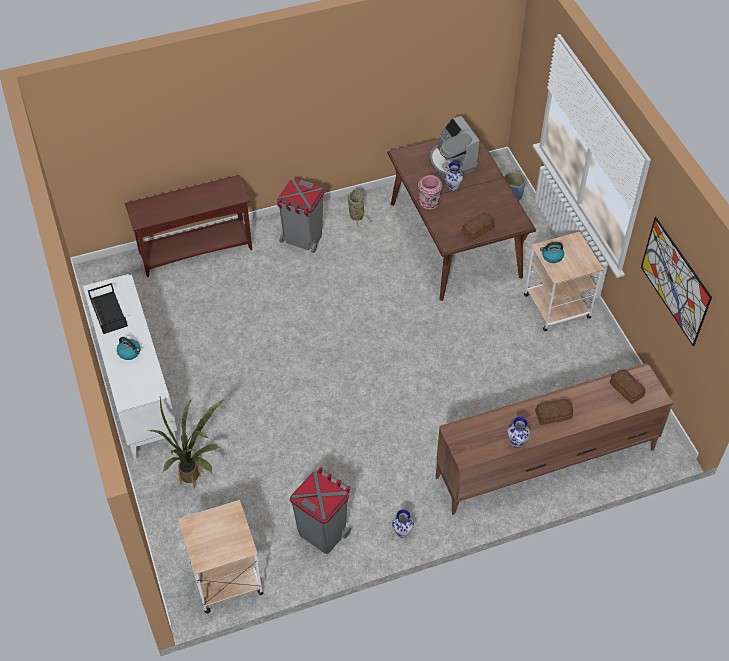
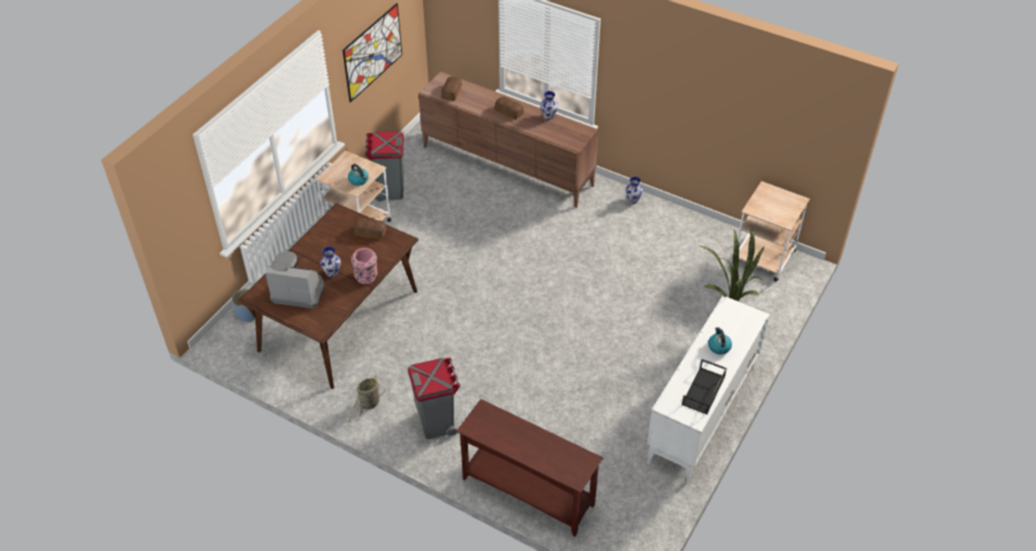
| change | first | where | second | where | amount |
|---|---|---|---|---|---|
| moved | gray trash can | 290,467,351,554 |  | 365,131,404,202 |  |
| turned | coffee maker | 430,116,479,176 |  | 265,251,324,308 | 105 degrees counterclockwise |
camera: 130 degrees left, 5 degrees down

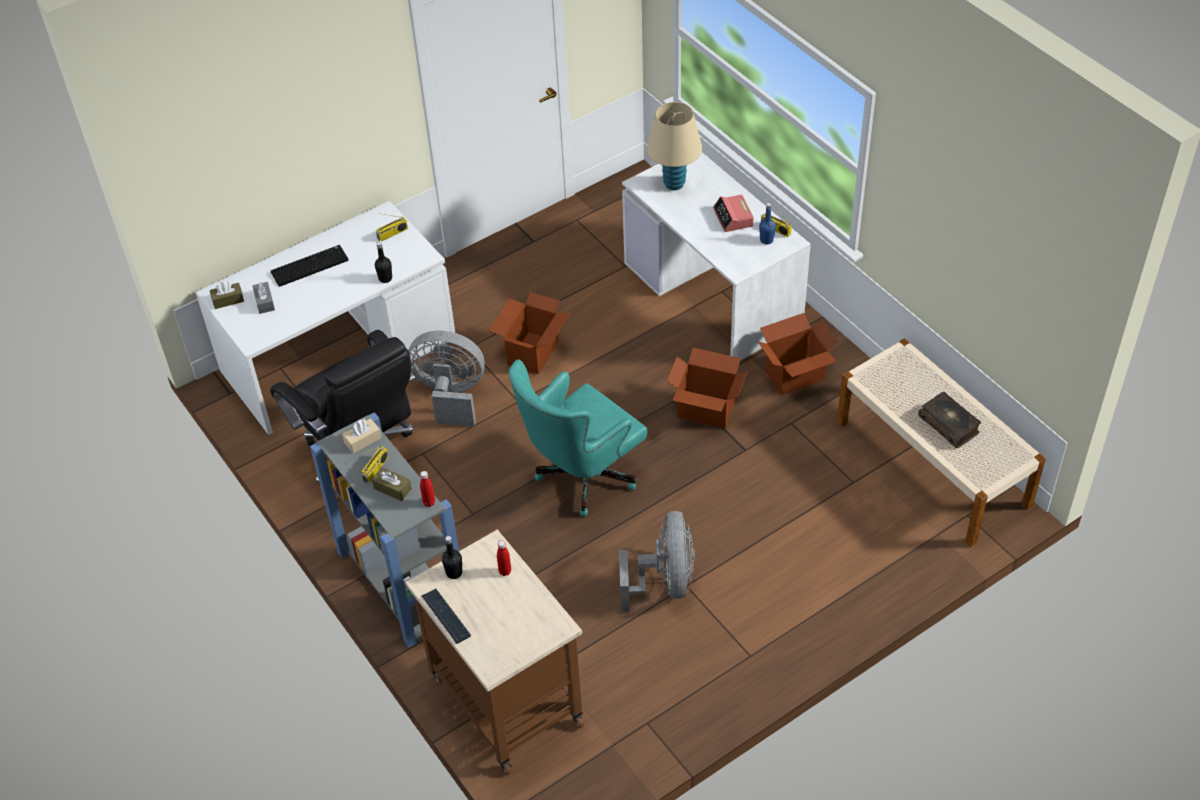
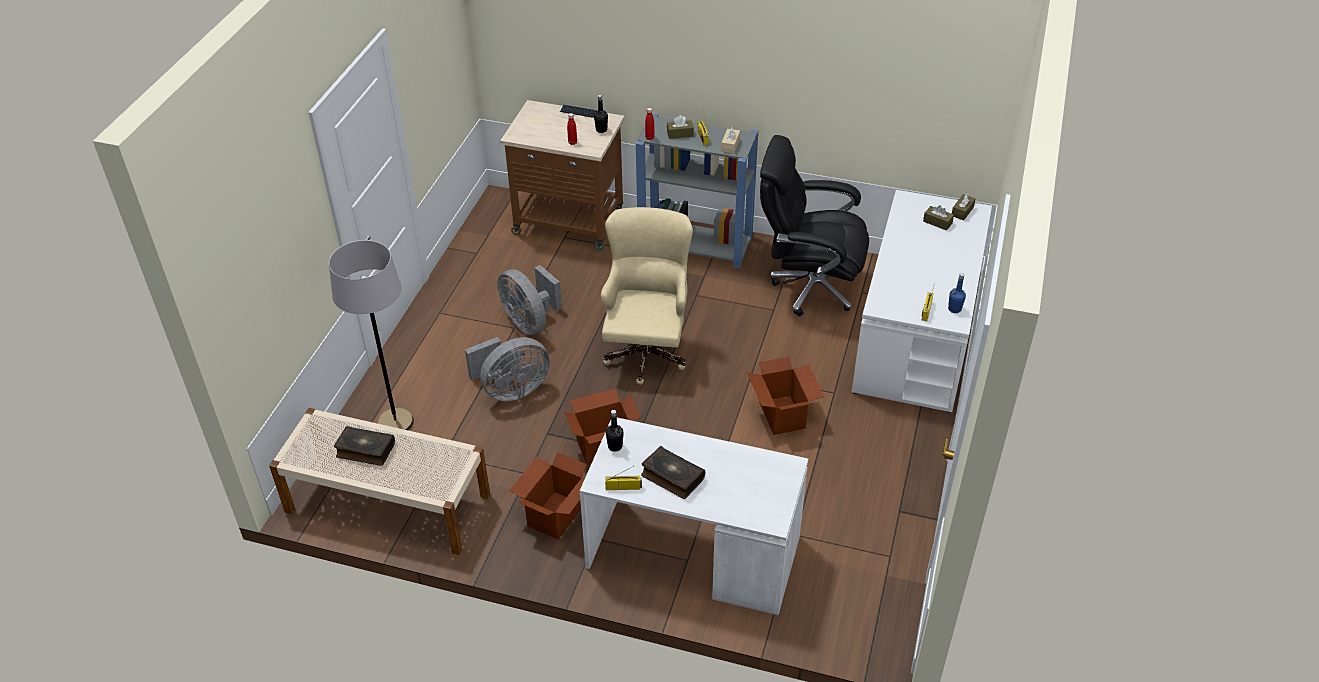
| change | first | where | second | where | amount |
|---|---|---|---|---|---|
| recoloured | gray tissue box | 252,282,275,314 | brownish tissue box | 923,205,954,231 |  |
| removed | PC keyboard | 271,245,349,287 |  |  |  |
| moved | black bottle | 375,242,392,283 |  | 606,410,624,452 |  |
| moved | gray fan | 408,331,485,427 |  | 465,337,550,401 |  |
| recoloured | turquoise desk chair | 509,360,647,517 | beige desk chair | 601,207,693,385 |  |
| removed | beige lamp for a table | 647,102,702,190 |  |  |  |
| replaced | table clock | 713,194,754,232 | bound book | 641,446,705,499 |  |
| moved | blue-coloured bottle | 759,203,776,244 |  | 948,273,966,313 |  |
| added |  |  | gray floor lamp | 329,240,414,431 |  |
camera: 140 degrees right, 5 degrees down

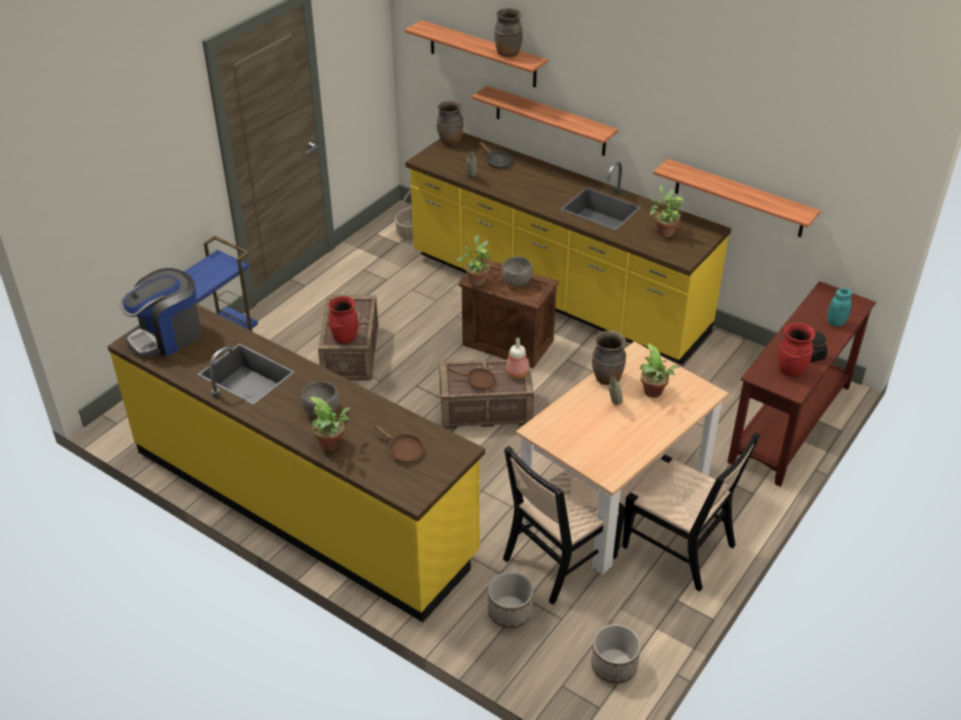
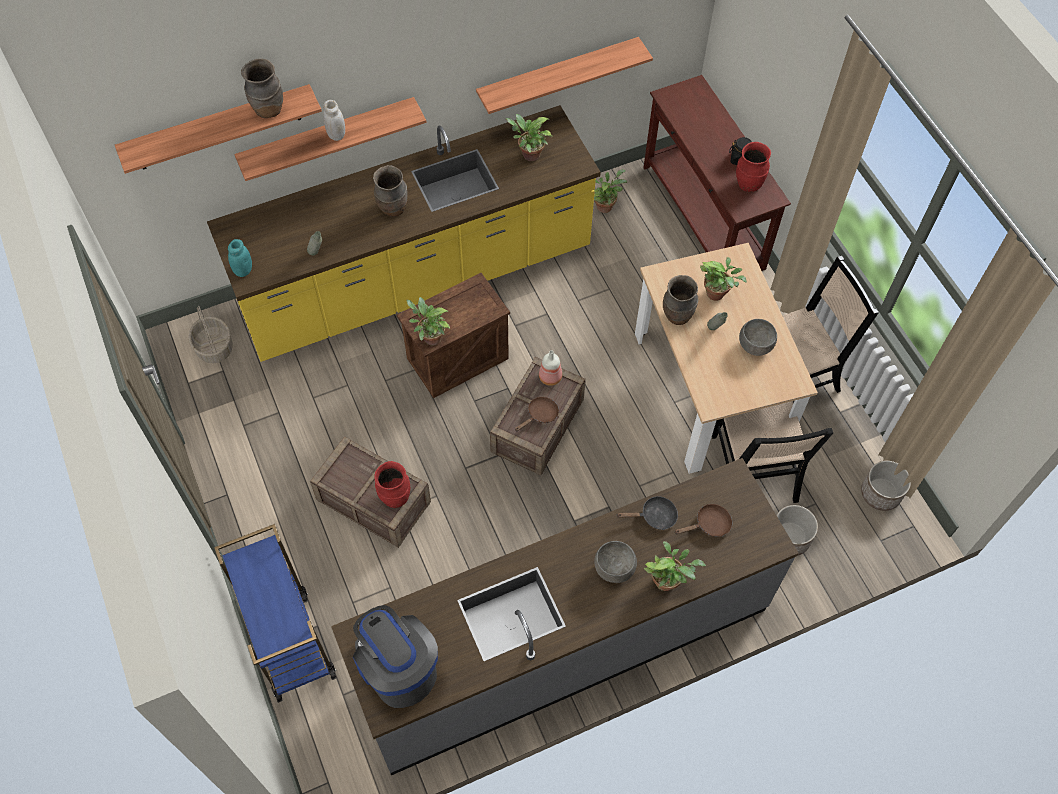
| change | first | where | second | where | amount |
|---|---|---|---|---|---|
| recoloured | yellow kitchen counter | 107,304,485,622 | gray kitchen counter | 331,458,798,775 |  |
| turned | coffee maker | 120,268,201,357 |  | 353,605,438,708 | 150 degrees clockwise |
| moved | brownish decorative vase | 437,100,463,146 |  | 373,165,408,217 |  |
| moved | black frying pan | 479,142,512,168 |  | 616,496,678,530 |  |
| moved | gray bowl | 501,257,533,286 |  | 739,319,777,356 |  |
| moved | turquoise jar | 827,289,852,326 |  | 228,239,252,277 |  |
| added |  |  | whitish jar | 323,100,345,141 |  |
| added |  |  | potted plant | 594,169,627,213 |  |
camera: 60 degrees left, 20 degrees up

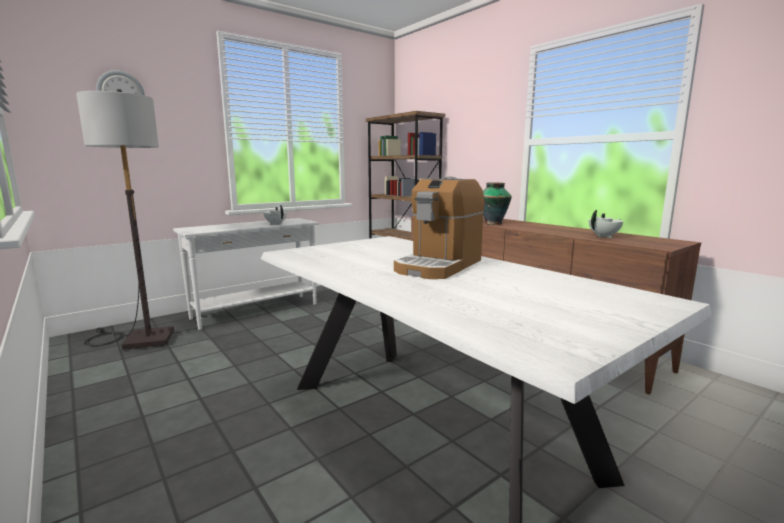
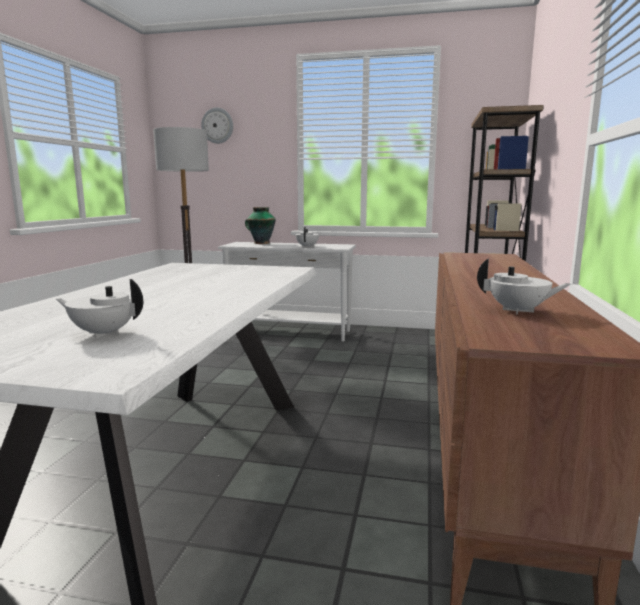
| change | first | where | second | where | amount |
|---|---|---|---|---|---|
| removed | coffee maker | 394,177,485,279 |  |  |  |
| moved | decorative vase | 483,183,512,225 |  | 245,207,276,244 |  |
| added |  |  | whitish tea pot | 56,279,143,338 |  |
camera: 50 degrees right, 0 degrees up

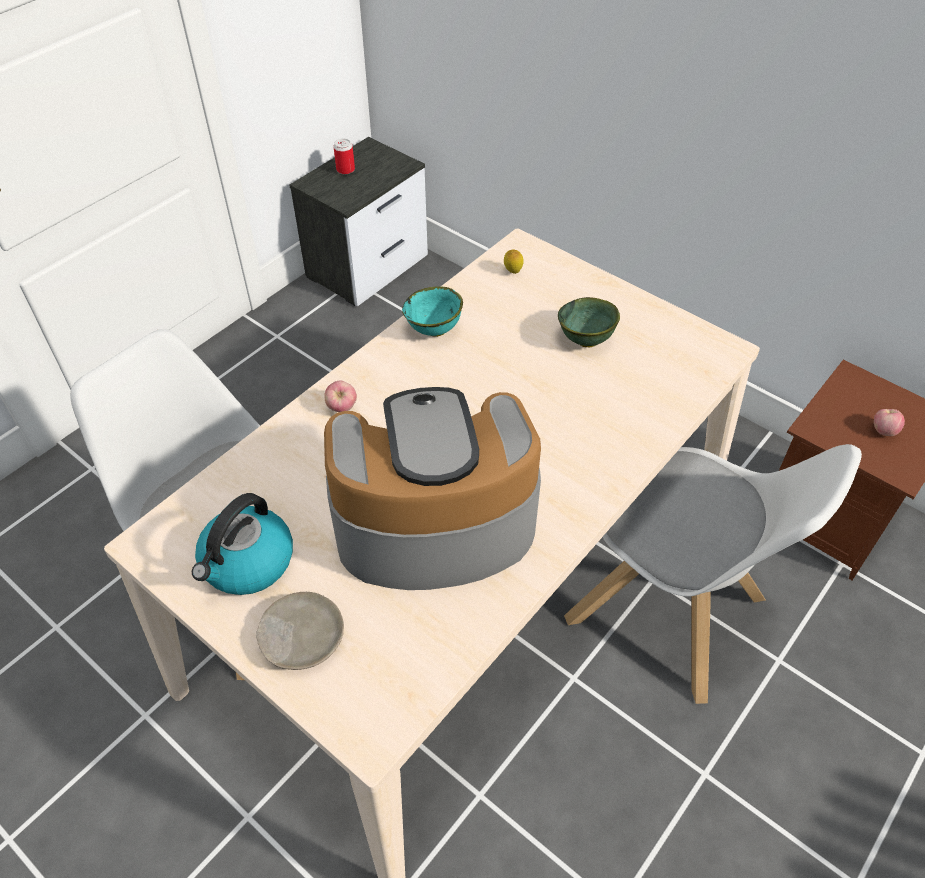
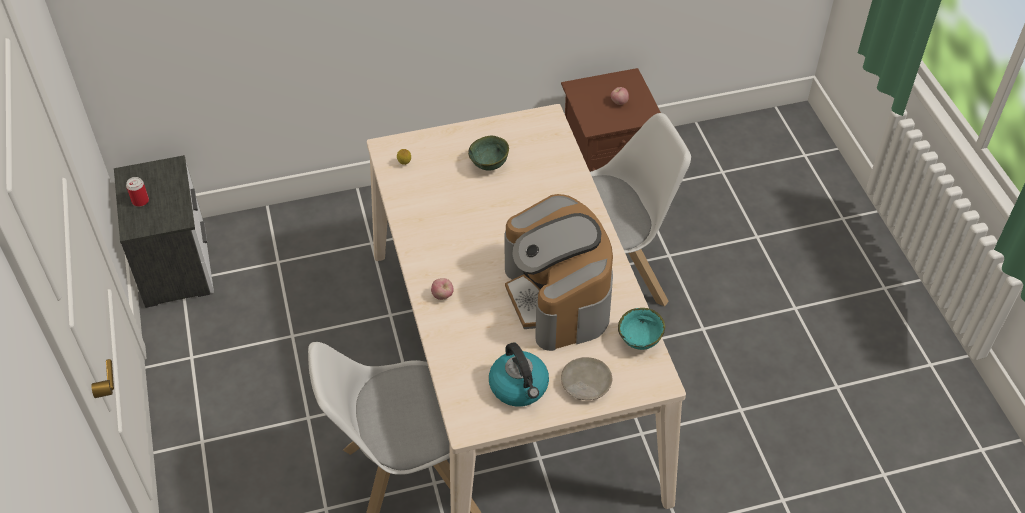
| change | first | where | second | where | amount |
|---|---|---|---|---|---|
| turned | coffee maker | 324,387,541,590 |  | 504,194,613,351 | 45 degrees counterclockwise |
| moved | turquoise bowl | 402,286,463,337 |  | 618,308,665,350 |  |
camera: 55 degrees left, 0 degrees up

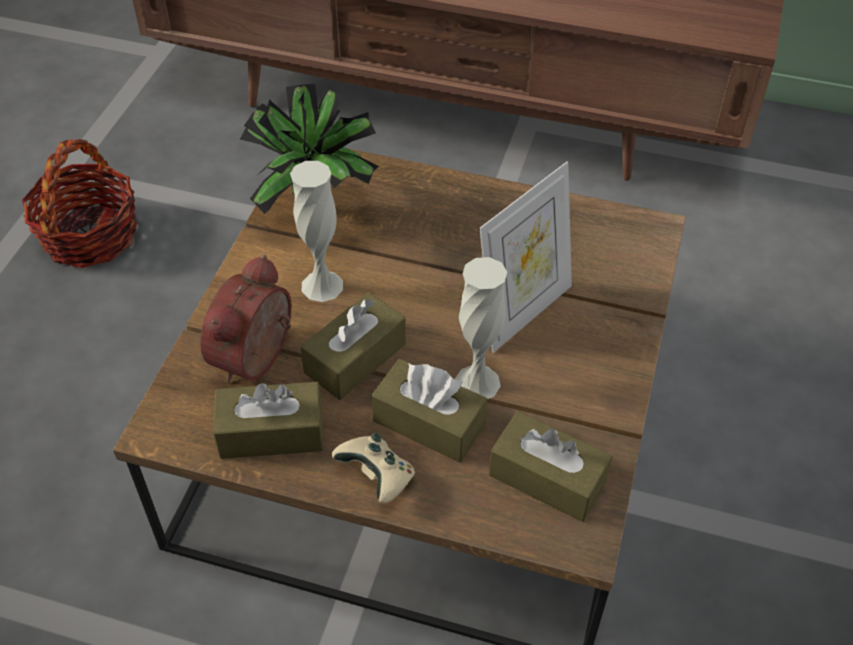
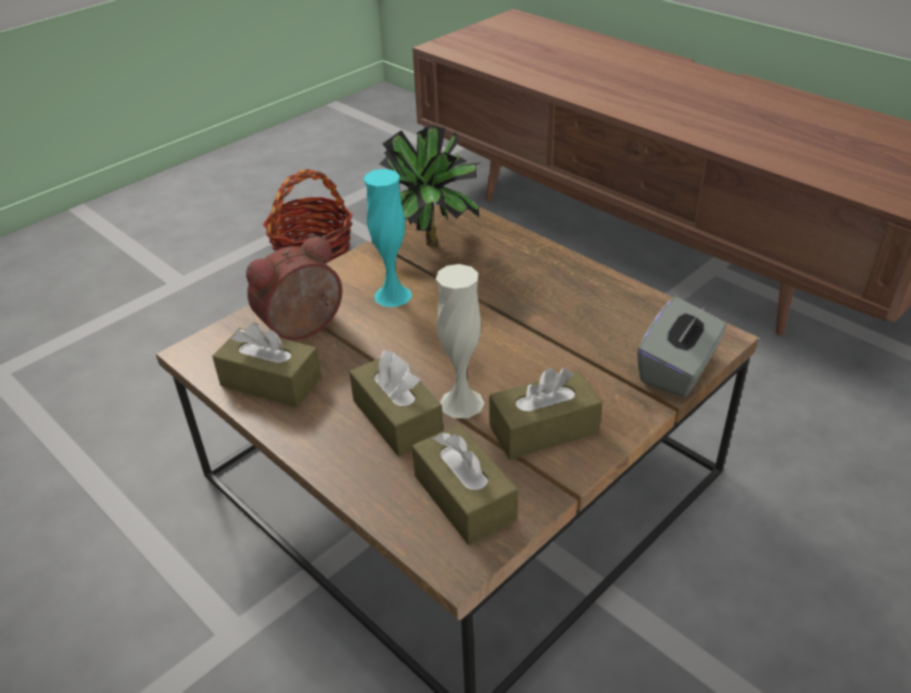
| change | first | where | second | where | amount |
|---|---|---|---|---|---|
| recoloured | whitish decorative vase | 290,161,343,302 | turquoise decorative vase | 363,169,412,307 |  |
| moved | brownish tissue box | 300,292,406,400 |  | 489,367,603,460 |  |
| removed | beige gamepad | 332,433,415,503 |  |  |  |
| removed | standing frame | 480,161,572,353 |  |  |  |
| added |  |  | gray tissue box | 637,297,727,397 |  |
camera: 30 degrees right, 10 degrees down

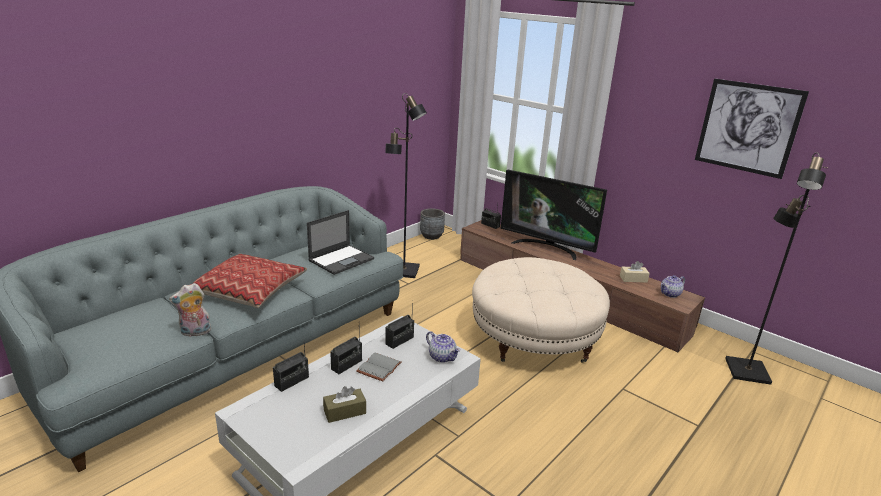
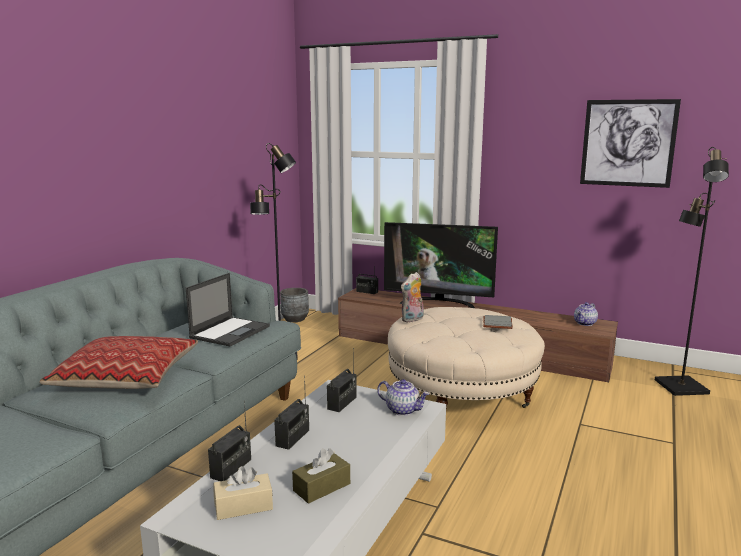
| change | first | where | second | where | amount |
|---|---|---|---|---|---|
| moved | cuddly toy | 169,283,211,337 |  | 401,272,424,322 |  |
| moved | gray bound book | 356,353,402,381 |  | 483,315,513,329 |  |
| moved | beige tissue box | 620,261,650,283 |  | 214,466,273,520 |  |
camera: 15 degrees left, 10 degrees down

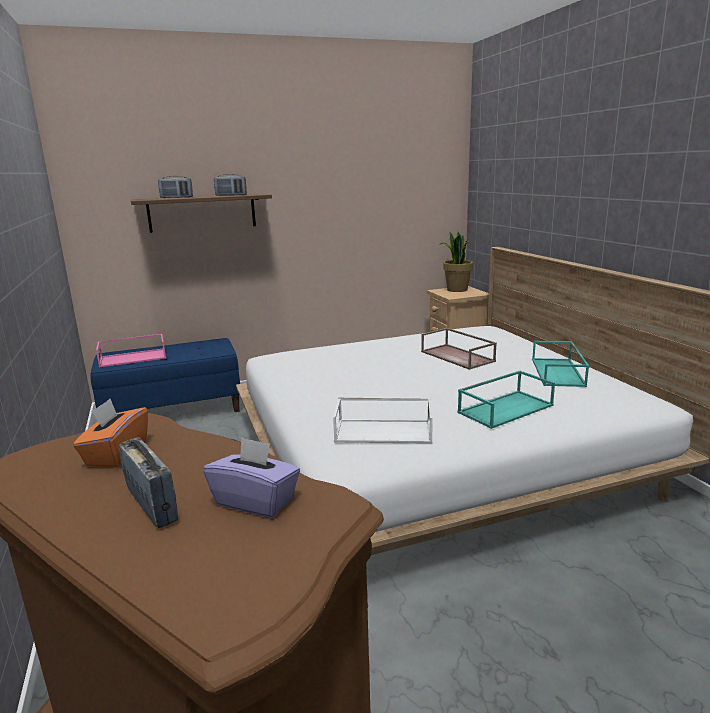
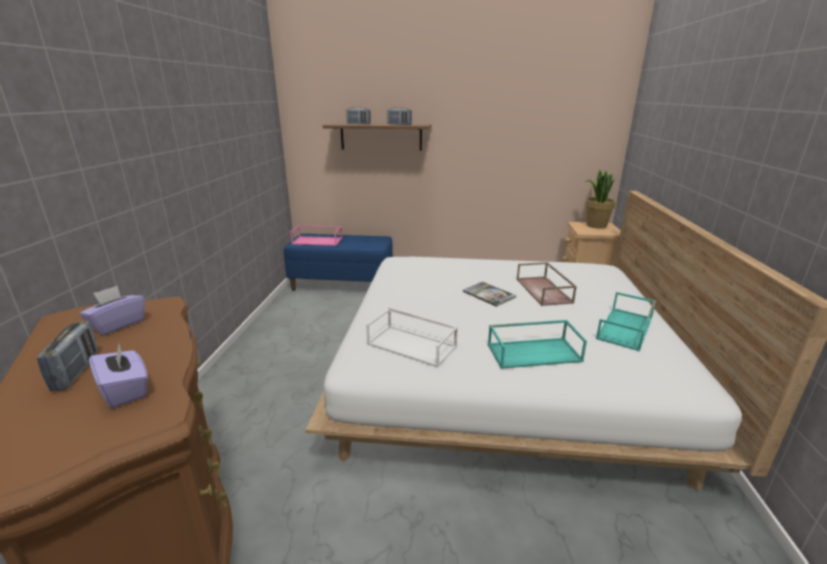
| change | first | where | second | where | amount |
|---|---|---|---|---|---|
| recoloured | orange tissue box | 73,399,148,468 | purple-coloured tissue box | 79,286,145,336 |  |
| added |  |  | bound book | 463,282,516,307 |  |
camera: 25 degrees right, 5 degrees up

